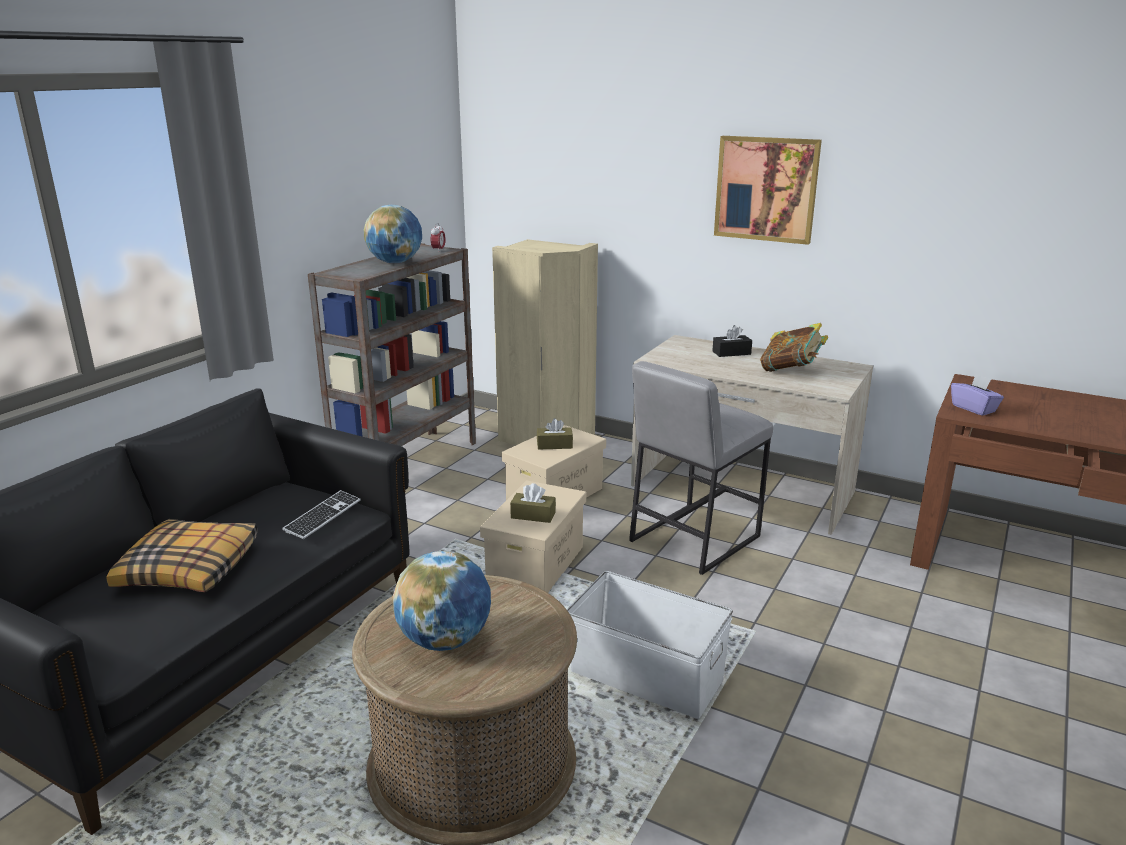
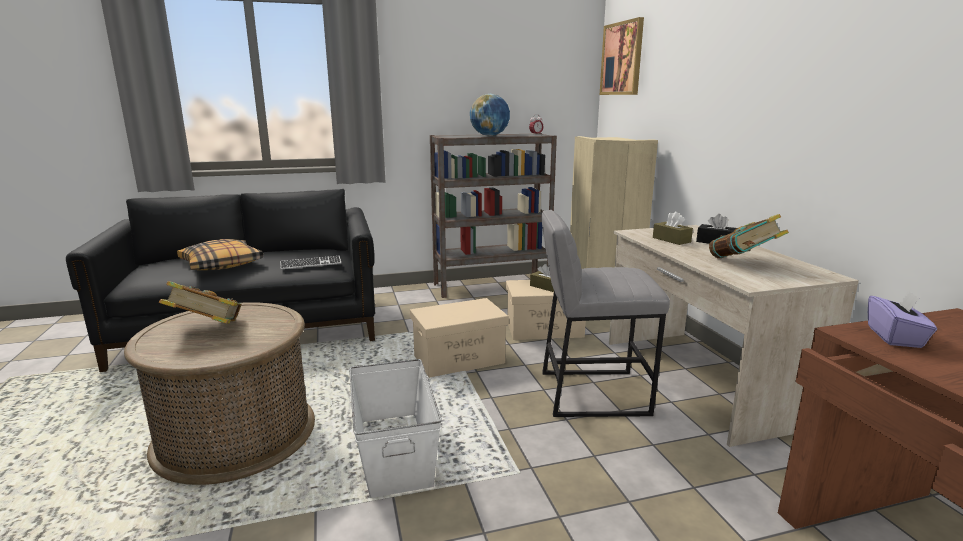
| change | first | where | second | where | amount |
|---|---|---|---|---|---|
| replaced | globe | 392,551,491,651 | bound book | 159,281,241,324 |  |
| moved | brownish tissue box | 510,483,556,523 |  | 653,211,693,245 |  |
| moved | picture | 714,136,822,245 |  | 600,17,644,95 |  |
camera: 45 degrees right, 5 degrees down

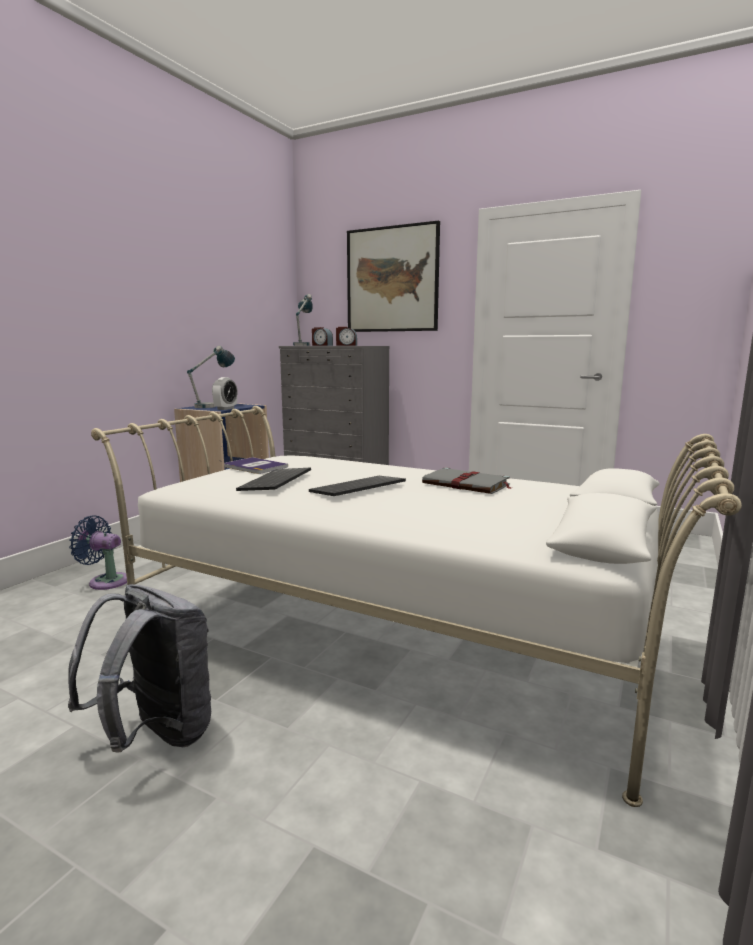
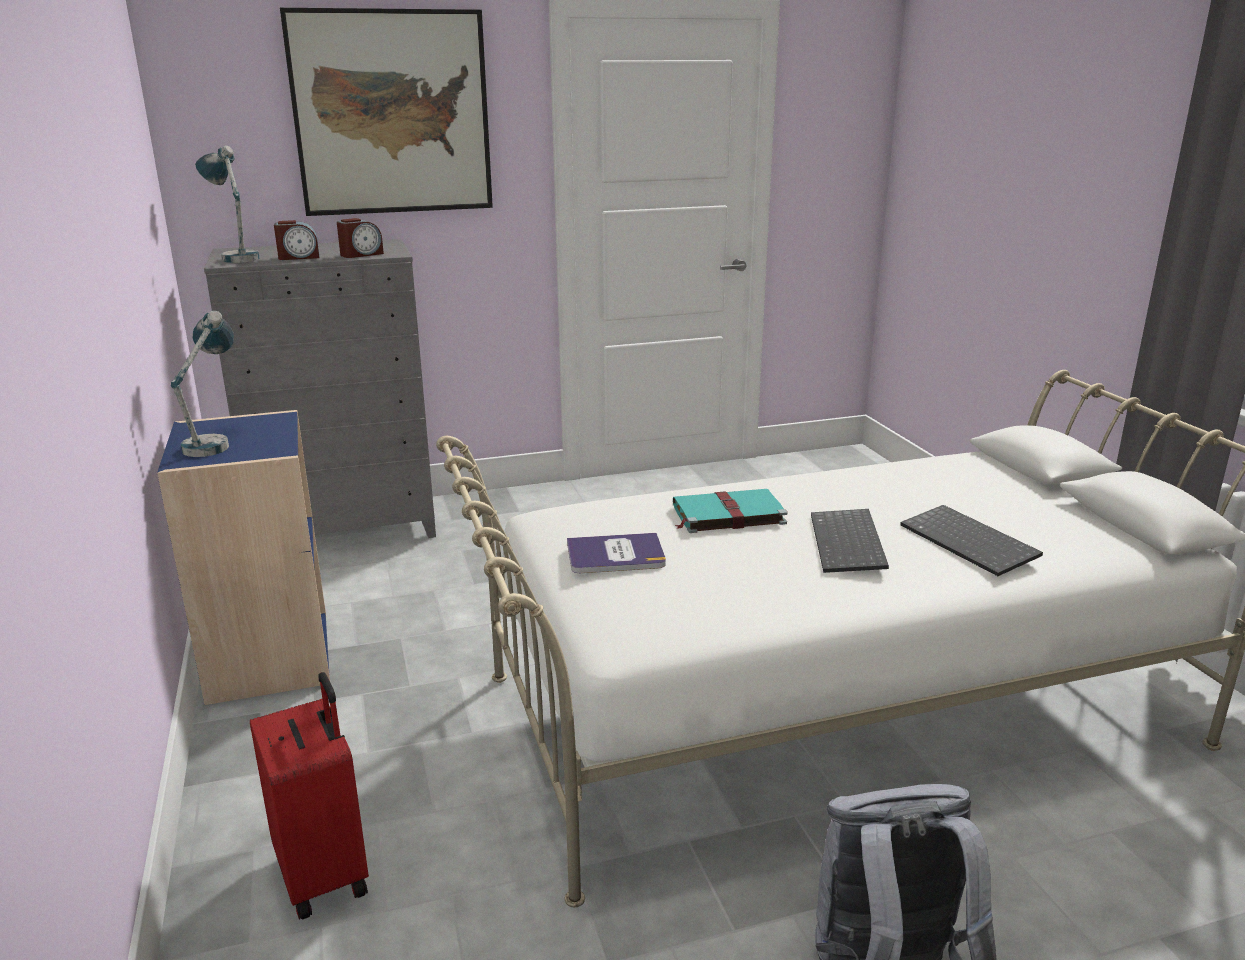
| change | first | where | second | where | amount |
|---|---|---|---|---|---|
| replaced | blue-coloured fan | 69,515,127,590 | red-coloured piece of luggage | 250,672,369,920 |  |
| removed | table clock | 212,377,237,410 |  |  |  |
| moved | PC keyboard | 236,467,311,491 |  | 900,505,1043,576 |  |
| removed | gray bound book | 422,467,512,494 |  |  |  |
| added |  |  | turquoise bound book | 673,489,788,533 |  |
camera: 45 degrees left, 10 degrees up

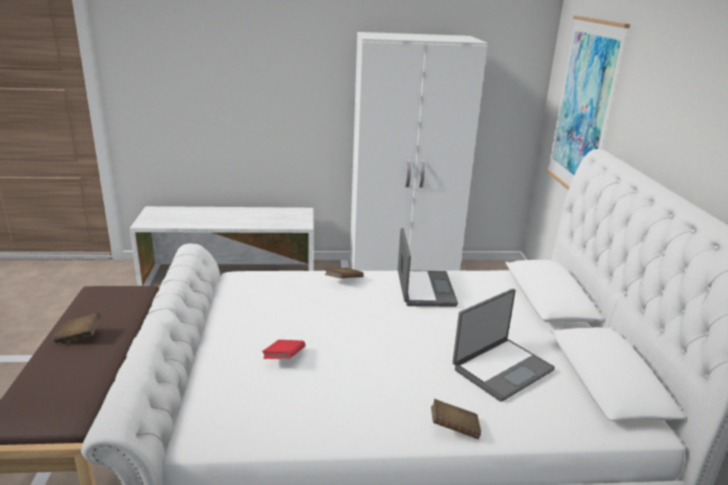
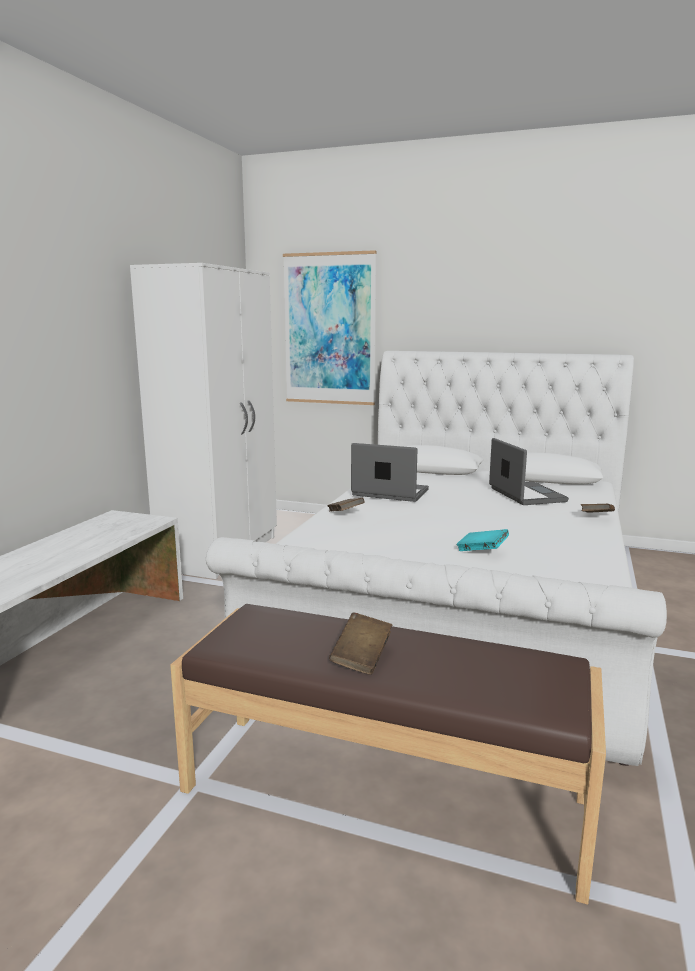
| change | first | where | second | where | amount |
|---|---|---|---|---|---|
| recoloured | red-coloured bound book | 262,340,305,359 | turquoise bound book | 456,529,509,551 |  |
camera: 65 degrees left, 10 degrees down

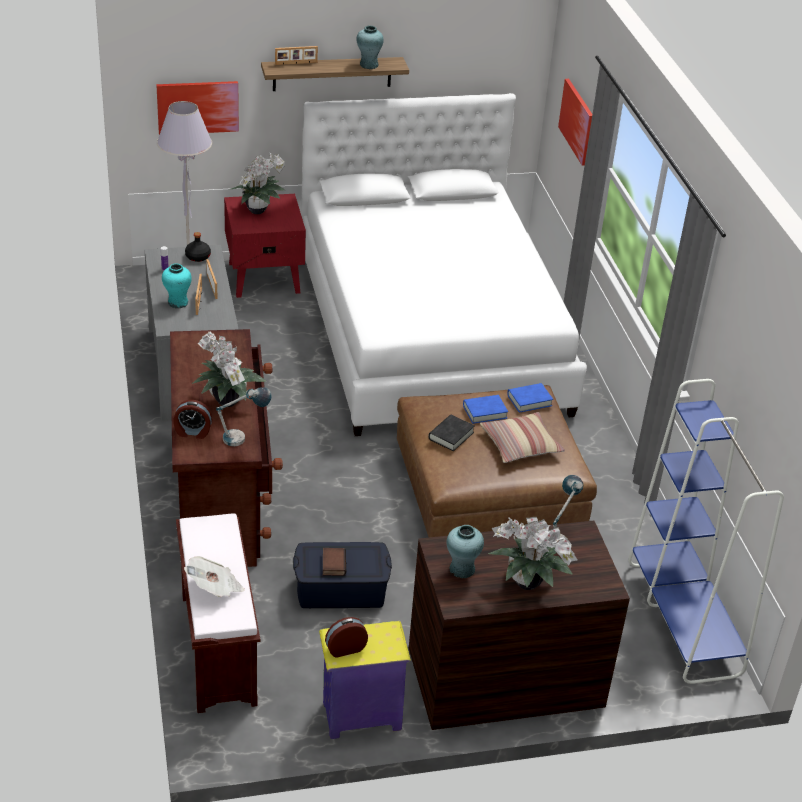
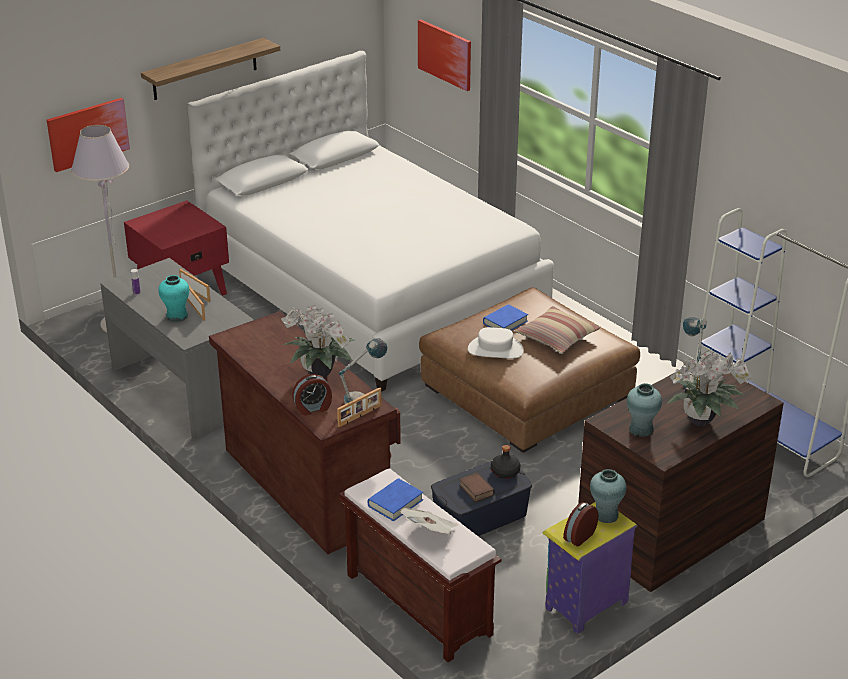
| change | first | where | second | where | amount |
|---|---|---|---|---|---|
| moved | black bottle | 185,232,211,262 |  | 491,445,520,479 |  |
| removed | potted plant | 229,153,286,214 |  |  |  |
| moved | standing frame | 275,46,318,65 |  | 337,387,382,427 |  |
| moved | turquoise decorative vase | 357,25,384,69 |  | 590,469,627,523 |  |
| replaced | black bound book | 428,415,475,451 | whitish hat | 468,327,524,359 |  |
| moved | blue-coloured bound book | 507,383,553,413 |  | 368,478,423,521 |  |
camera: 25 degrees left, 5 degrees down

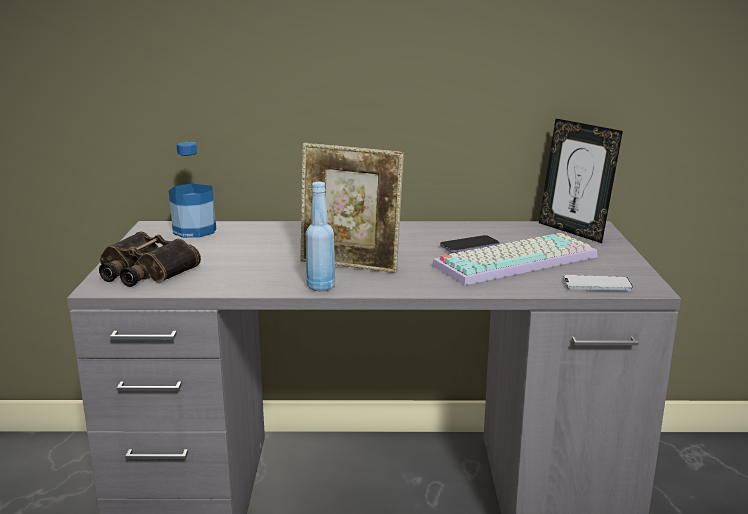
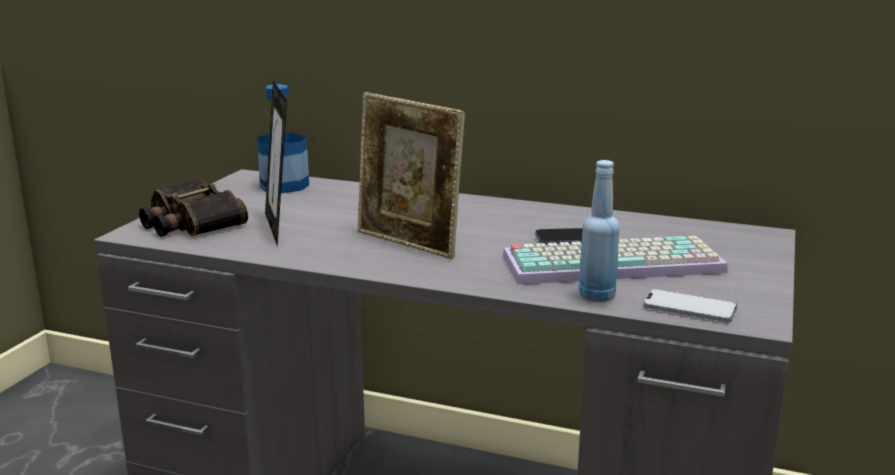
| change | first | where | second | where | amount |
|---|---|---|---|---|---|
| moved | blue-coloured bottle | 306,182,335,292 |  | 578,160,620,302 |  |
| moved | standing frame | 539,119,623,243 |  | 265,81,287,246 |  |
camera: 20 degrees right, 0 degrees up

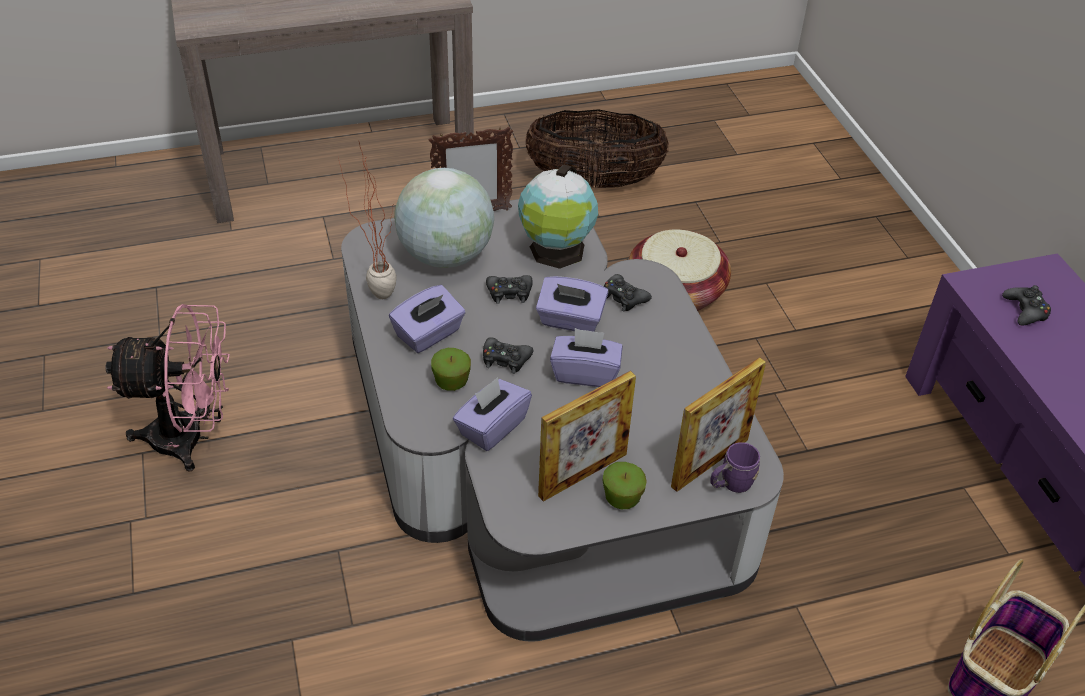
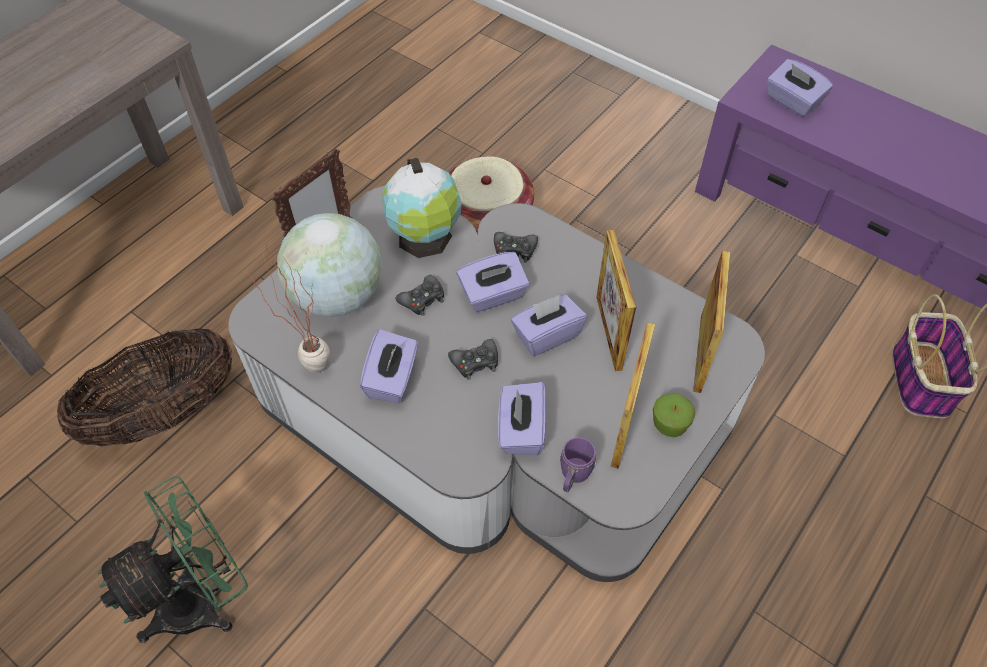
| change | first | where | second | where | amount |
|---|---|---|---|---|---|
| recoloured | pink-coloured fan | 106,304,230,472 | green-coloured fan | 98,476,248,643 |  |
| removed | apple fruit | 431,348,471,391 |  |  |  |
| moved | basket | 525,109,669,188 |  | 57,328,232,447 |  |
| moved | purple-coloured tea mug | 710,442,760,493 |  | 560,437,597,492 |  |
| replaced | black gamepad | 1002,285,1051,325 | purple-coloured tissue box | 767,59,833,117 |  |
| added |  |  | standing frame | 596,230,636,371 |  |
camera: 35 degrees left, 10 degrees up

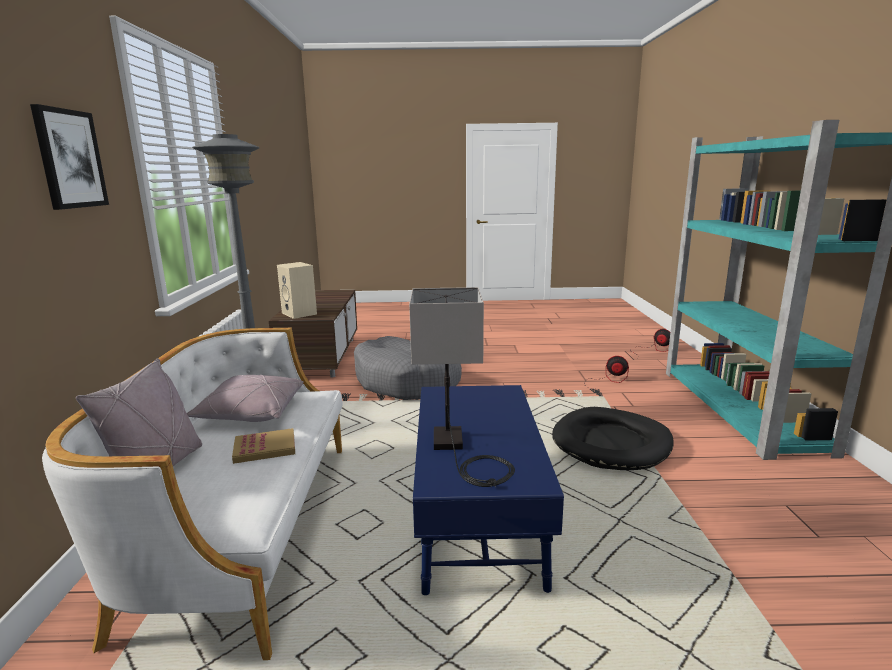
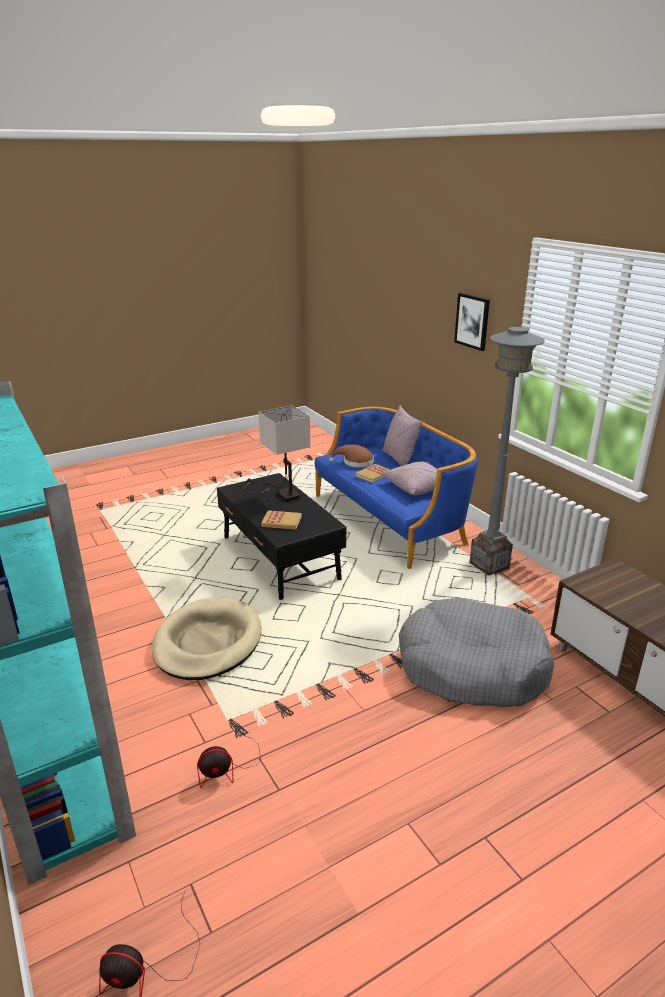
| change | first | where | second | where | amount |
|---|---|---|---|---|---|
| recoloured | whitish sofa | 42,328,343,660 | blue-coloured sofa | 315,407,478,569 |  |
| removed | beige loudspeaker | 277,262,317,319 |  |  |  |
| recoloured | blue-coloured low table | 413,385,564,595 | black low table | 217,473,347,600 |  |
| recoloured | black pet bed | 552,407,674,470 | beige pet bed | 152,597,262,680 |  |
| added |  |  | bound book | 261,510,302,530 |  |
| added |  |  | brownish hat | 330,445,374,467 |  |
camera: 150 degrees right, 10 degrees up

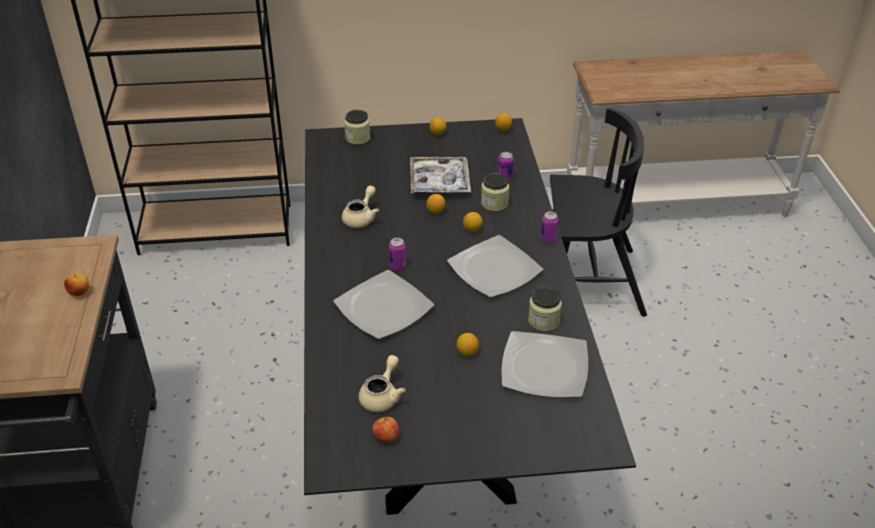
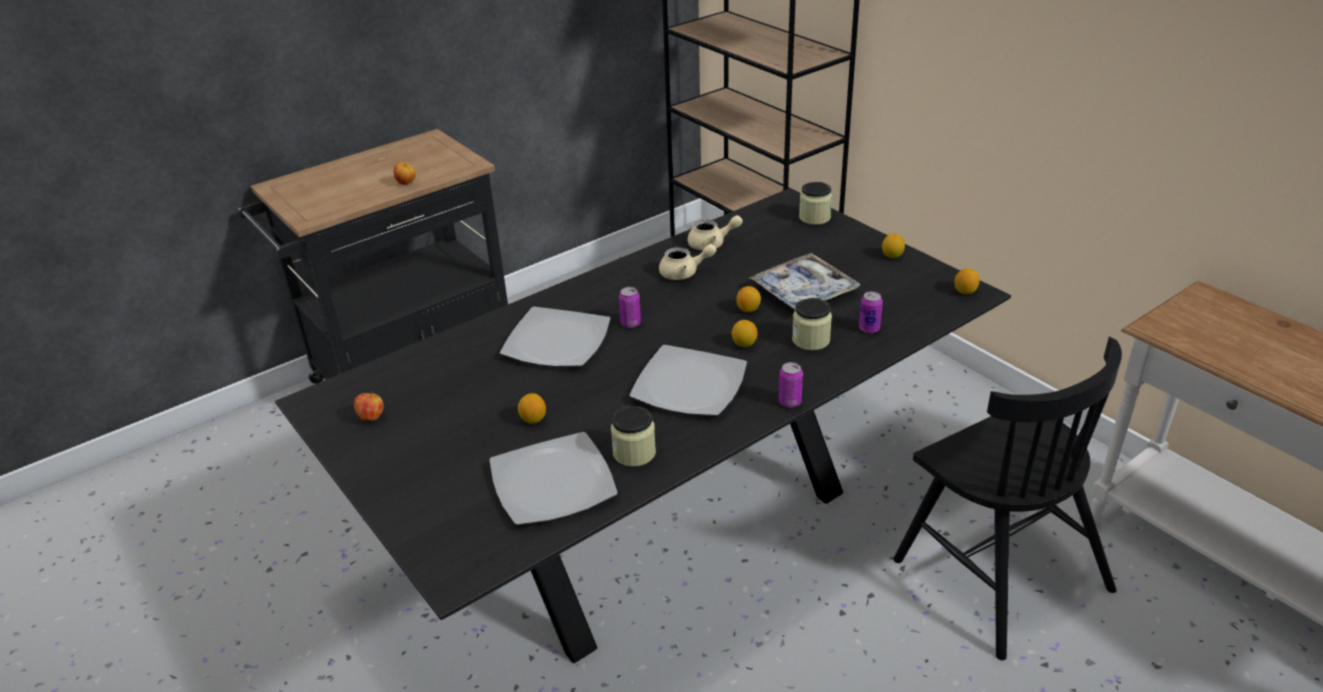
| change | first | where | second | where | amount |
|---|---|---|---|---|---|
| moved | beige tea pot | 359,355,405,412 |  | 688,215,743,250 |  |
camera: 60 degrees right, 5 degrees down

